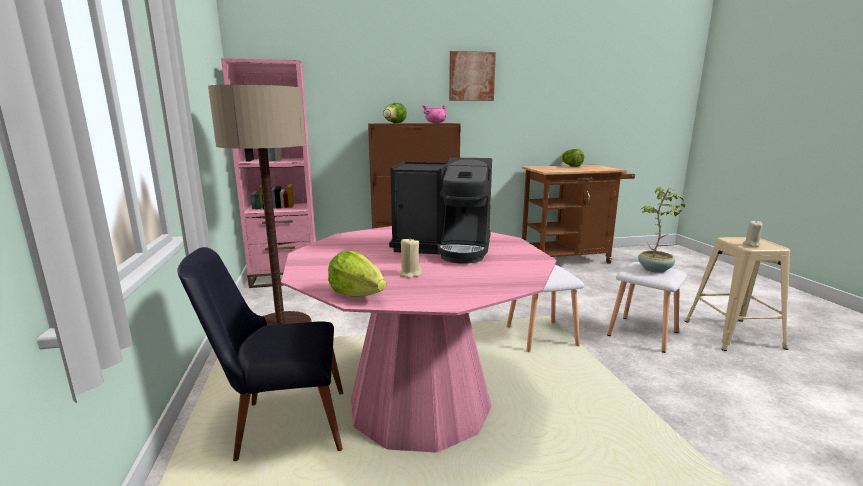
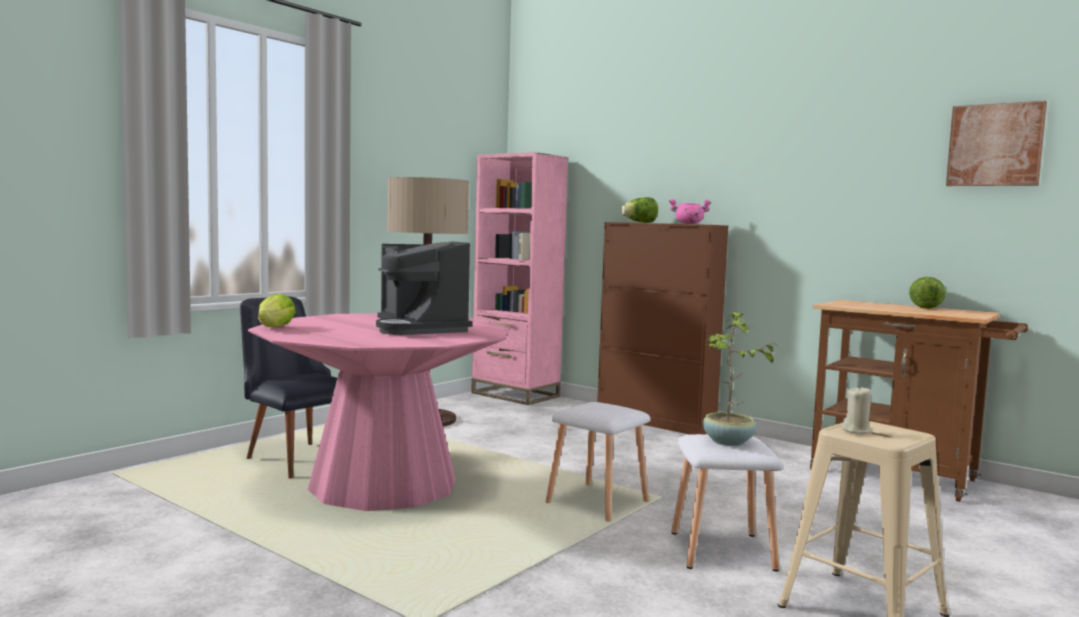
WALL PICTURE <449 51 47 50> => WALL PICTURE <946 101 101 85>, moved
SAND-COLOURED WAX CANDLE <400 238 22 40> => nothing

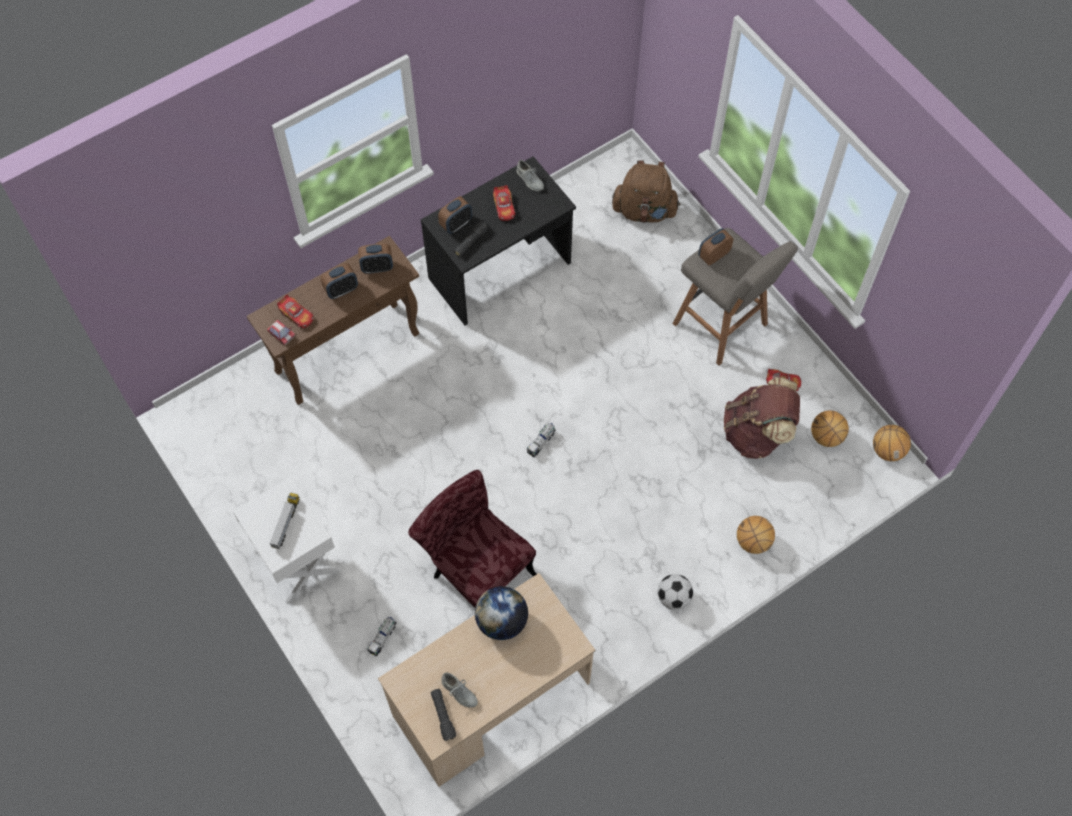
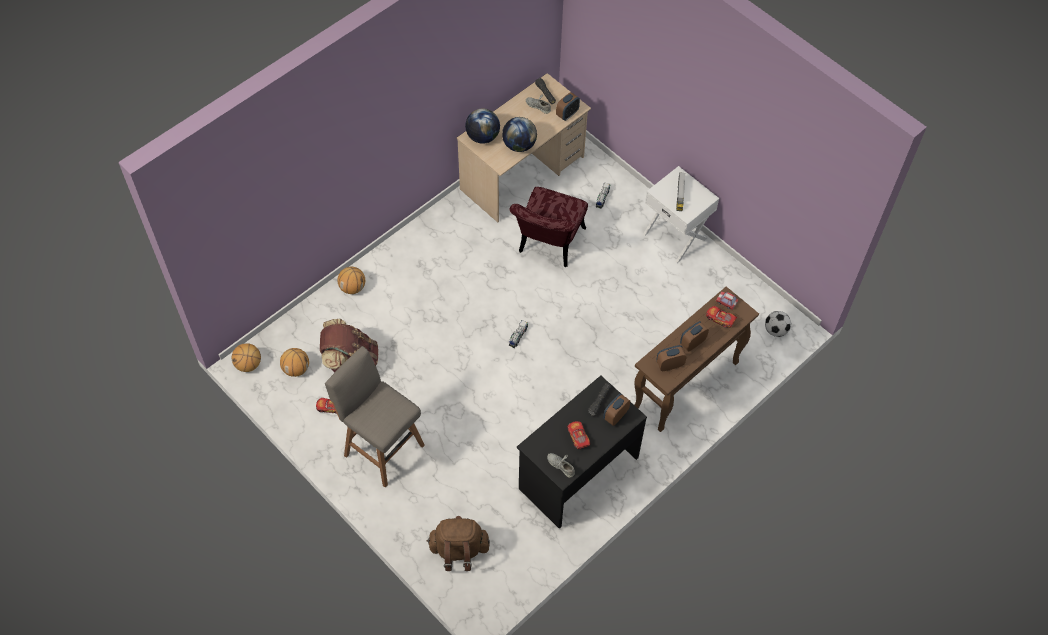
nothing => WORLD GLOBE <465 108 35 36>
REDDISH PLAIN CHAIR <408 470 128 137> => REDDISH PLAIN CHAIR <509 187 79 80>, 75 degrees clockwise
TABLE CLOCK <698 228 35 37> => TABLE CLOCK <556 92 24 29>, moved
FOOTBALL <658 574 35 36> => FOOTBALL <765 311 26 26>, moved

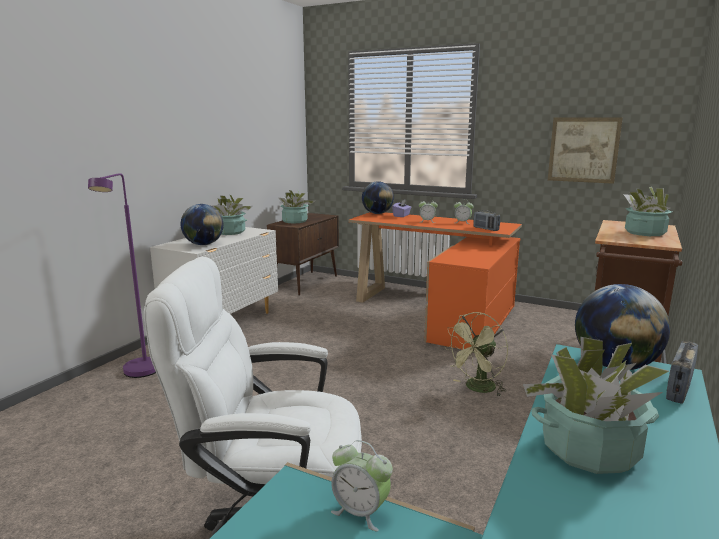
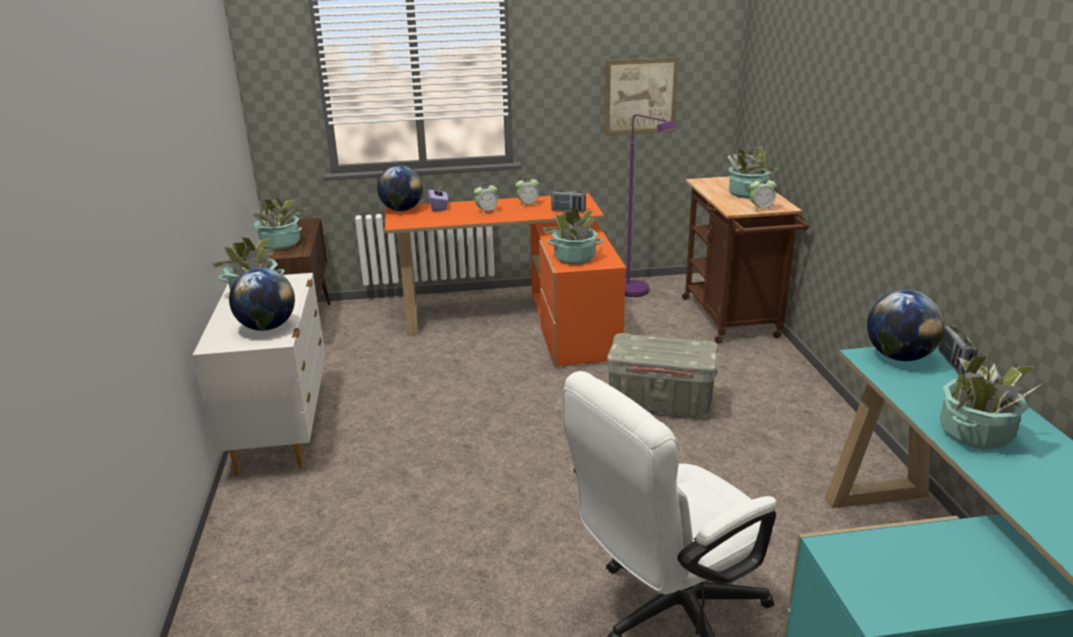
nothing => POTTED PLANT <542 208 61 56>
GREEN ELECTRIC FAN <447 312 61 85> => GRAY STORAGE CONTAINER <607 333 112 85>
PURPLISH STANDING LAMP <88 173 68 205> => PURPLISH STANDING LAMP <625 114 52 183>, moved
TABLE CLOCK <331 440 62 91> => TABLE CLOCK <750 176 27 36>, moved

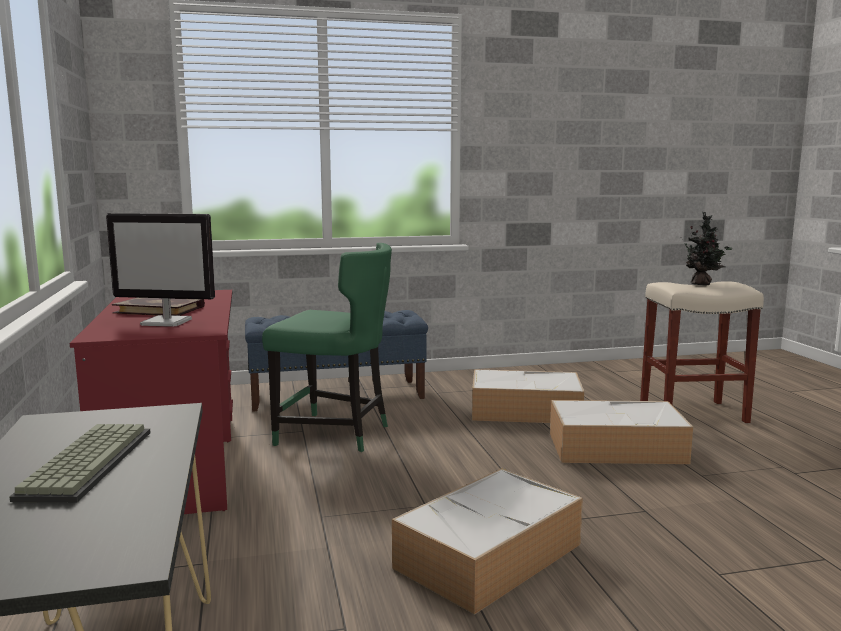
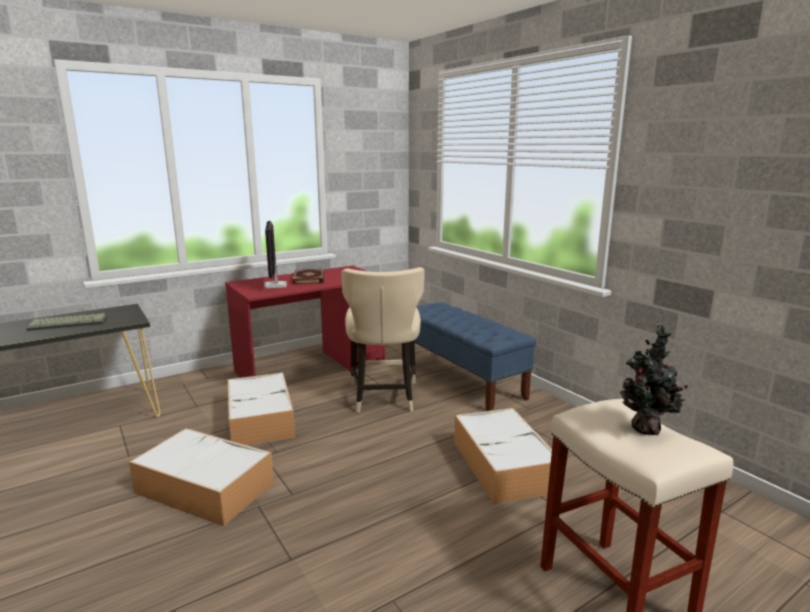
STORAGE CONTAINER <550 400 143 64> => STORAGE CONTAINER <228 373 67 72>, moved
GREEN PLAIN CHAIR <262 243 130 209> => SAND-COLOURED PLAIN CHAIR <341 267 84 146>

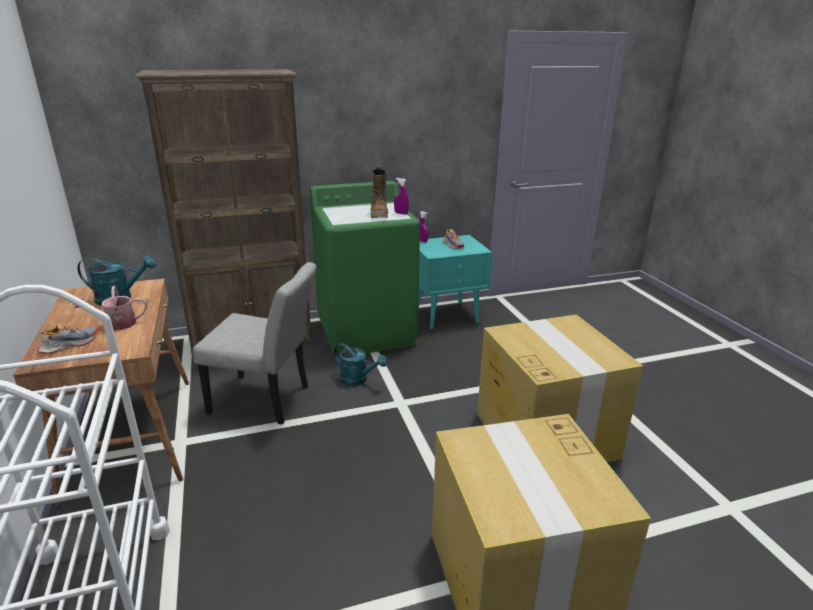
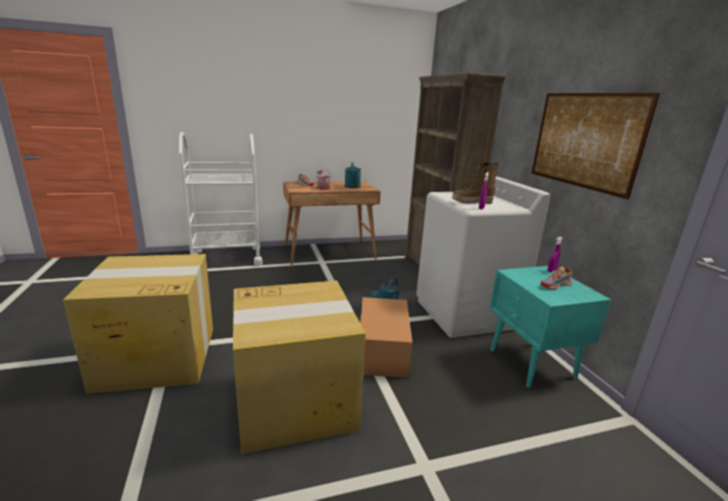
nothing => CARDBOARD BOX <360 297 52 81>
GREEN WASHING MACHINE <310 181 110 176> => WHITISH WASHING MACHINE <416 176 134 162>
nothing => WALL PICTURE <532 93 128 106>
GRAY PLAIN CHAIR <192 262 125 162> => nothing

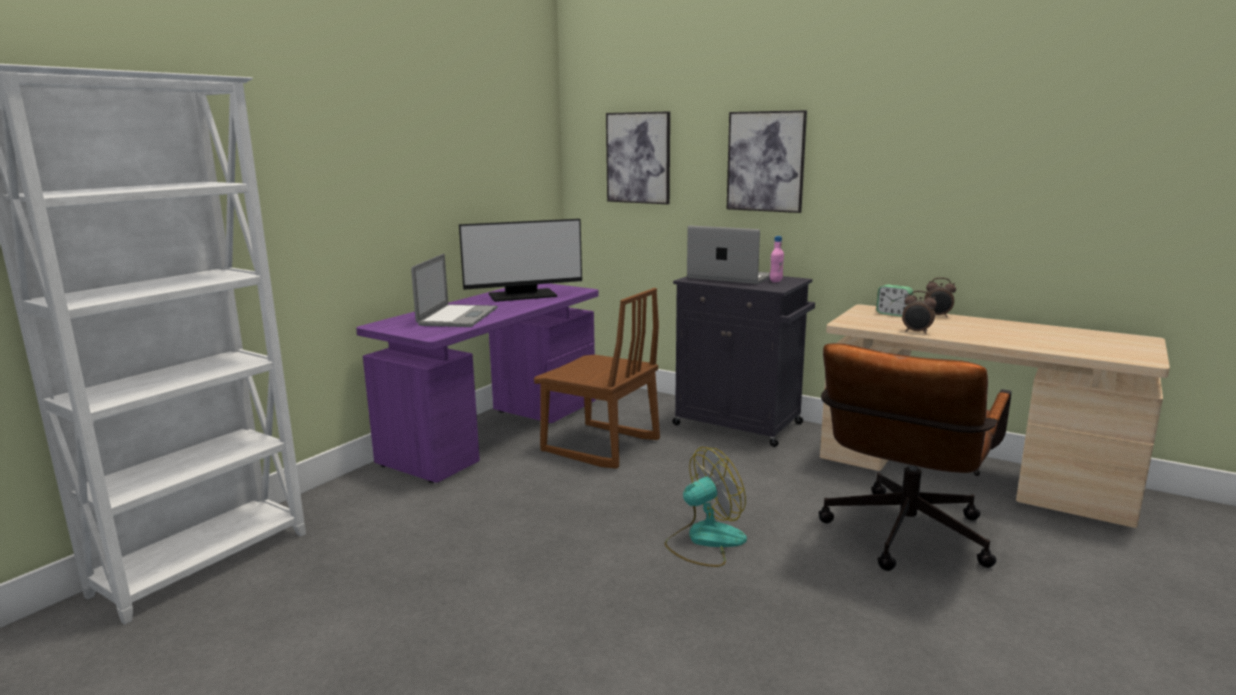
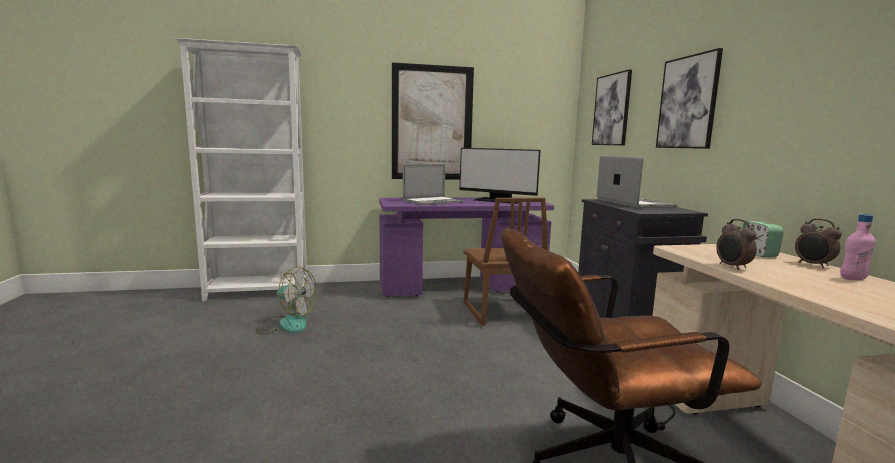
ELECTRIC FAN <665 447 82 120> => ELECTRIC FAN <256 266 61 69>, moved
nothing => WALL PICTURE <392 62 82 117>
PINKISH BEVERAGE BOTTLE <770 236 14 46> => PINKISH BEVERAGE BOTTLE <840 214 36 66>, moved

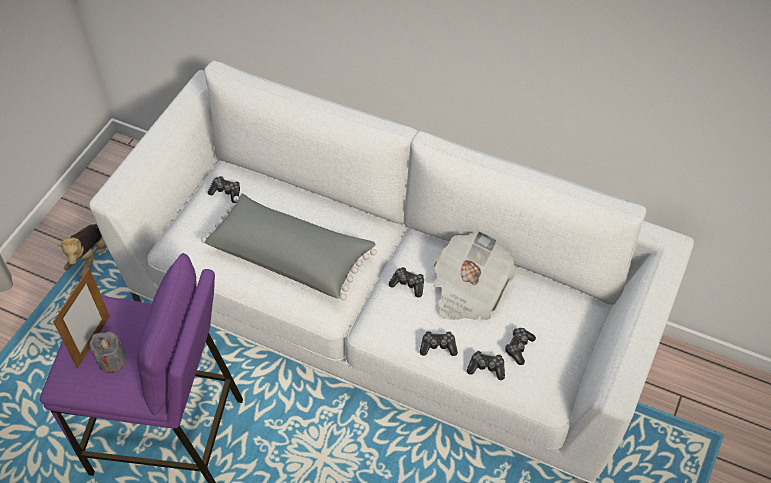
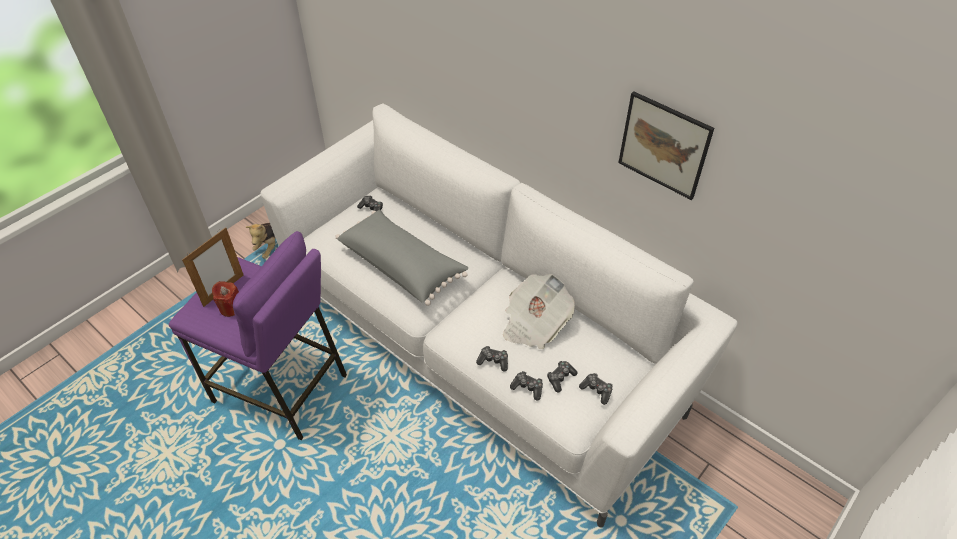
GRAY WAX CANDLE <89 332 37 41> => REDDISH WAX CANDLE <212 281 27 36>
GAMEPAD <389 267 35 31> => GAMEPAD <579 373 34 32>, moved
nothing => WALL PICTURE <618 91 96 109>

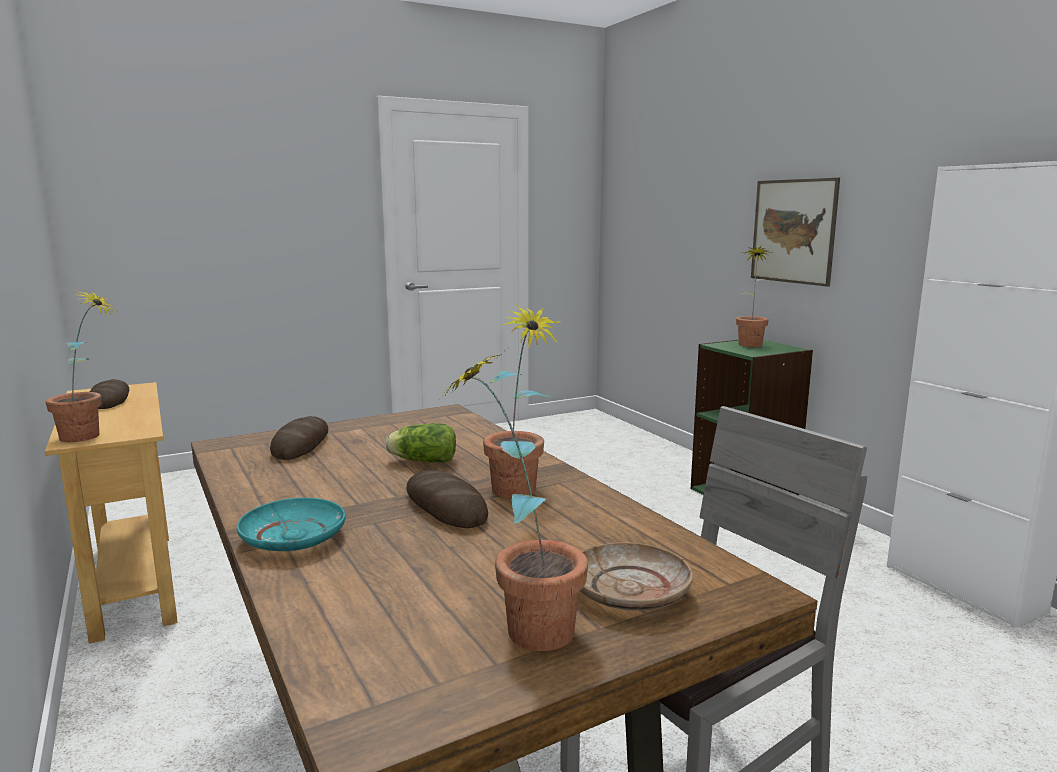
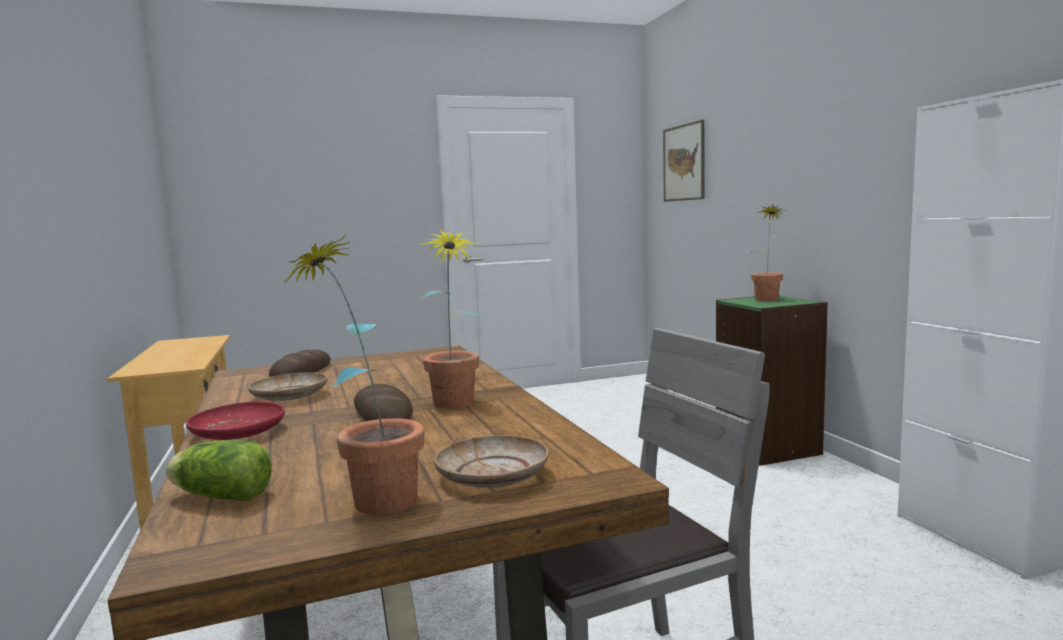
HEAD OF LETTUCE <386 423 70 39> => HEAD OF LETTUCE <166 440 106 61>, moved
TURQUOISE-COLOURED DINNER PLATE <237 498 109 53> => REDDISH DINNER PLATE <186 402 99 38>
nothing => SAND-COLOURED DINNER PLATE <248 373 79 28>
WALL PICTURE <751 178 89 109> => WALL PICTURE <663 120 41 82>, moved
POTTED PLANT <46 290 73 152> => nothing
BREAD <90 379 39 30> => nothing

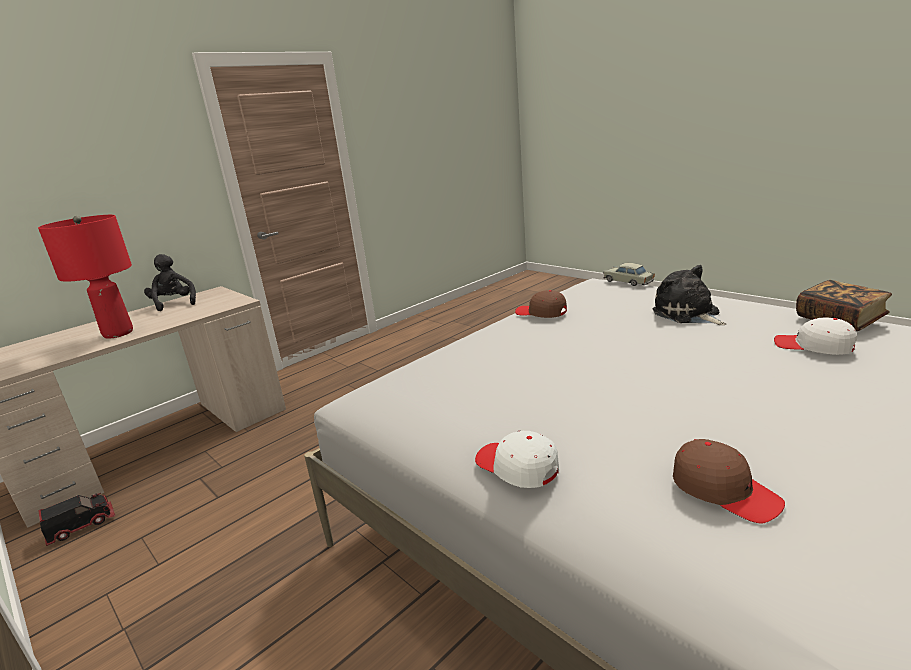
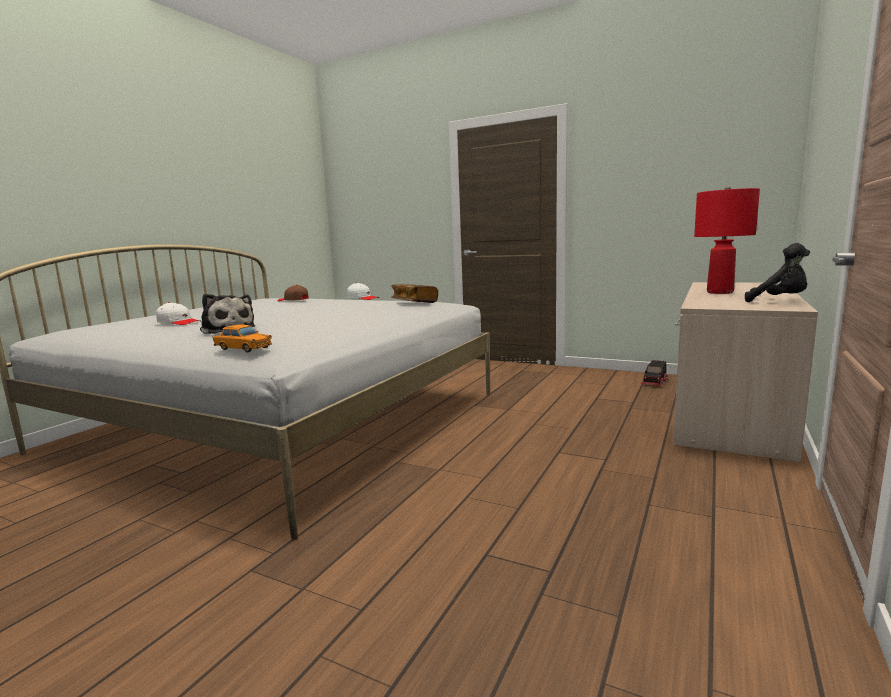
SAND-COLOURED MINIATURE CAR <603 263 52 23> => ORANGE MINIATURE CAR <213 325 59 27>
VOLUME <796 280 96 51> => VOLUME <391 284 47 19>, moved
BROWN PEAKED CAP <515 290 52 28> => nothing

